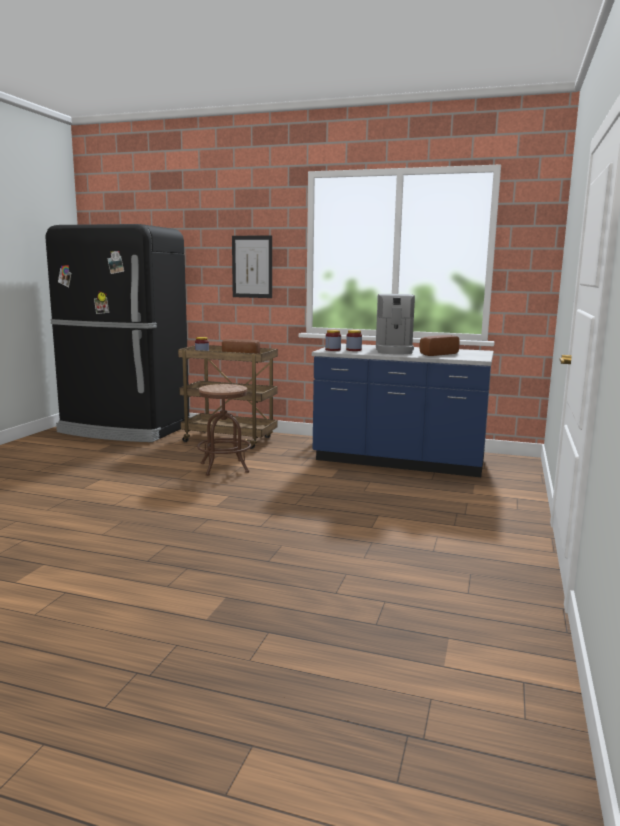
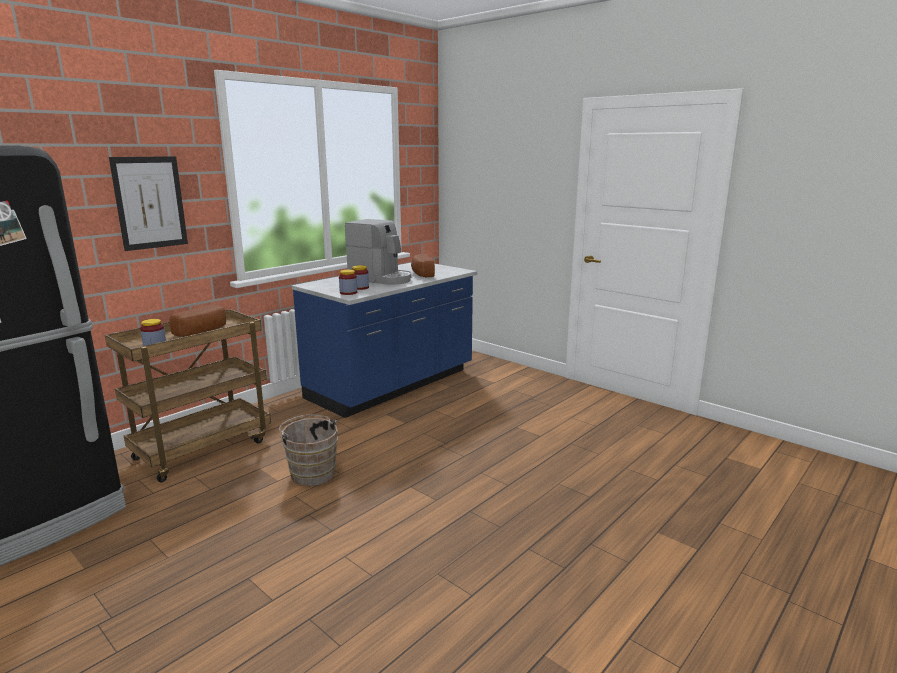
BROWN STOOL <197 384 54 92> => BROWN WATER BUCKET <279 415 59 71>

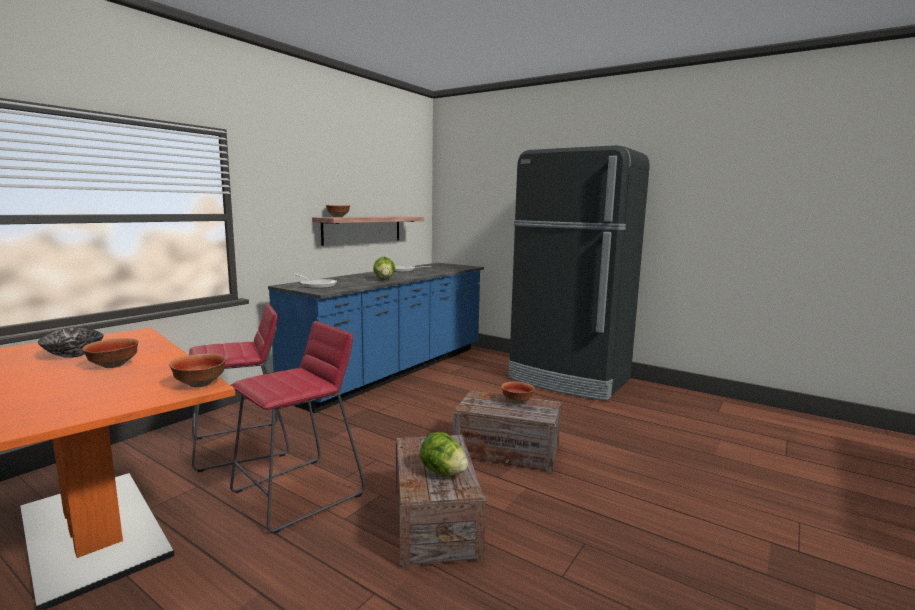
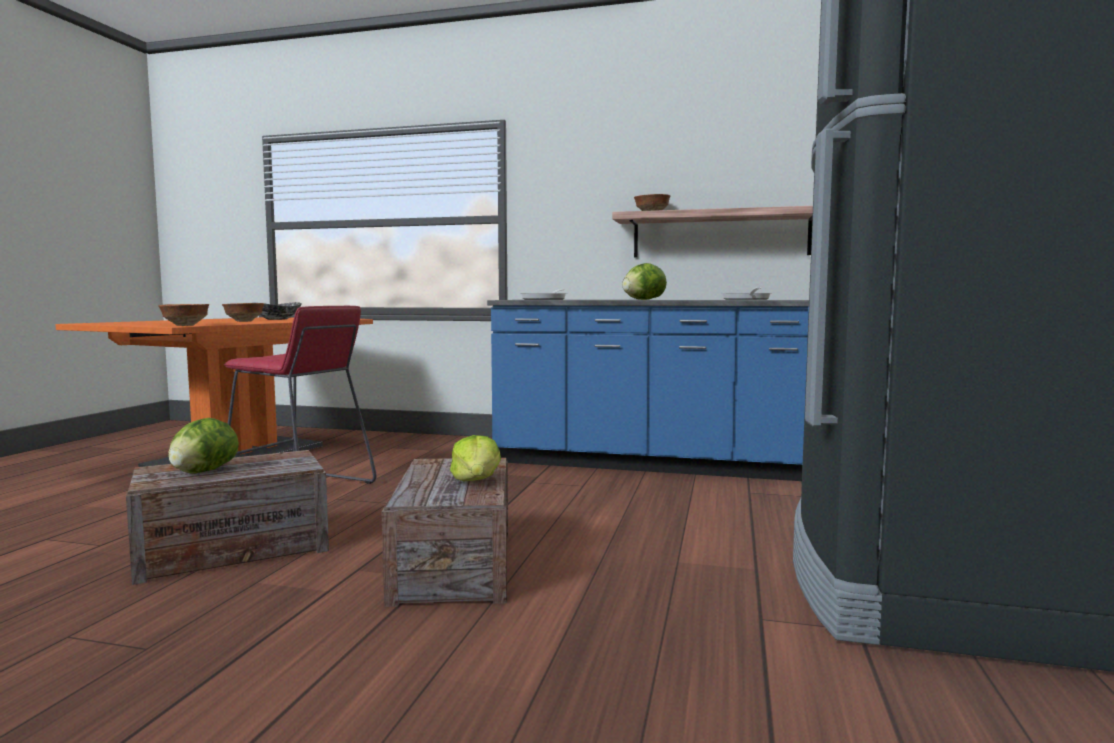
DEEP DISH <501 381 34 23> => HEAD OF LETTUCE <450 435 51 46>
REDDISH STOOL <189 303 100 169> => nothing

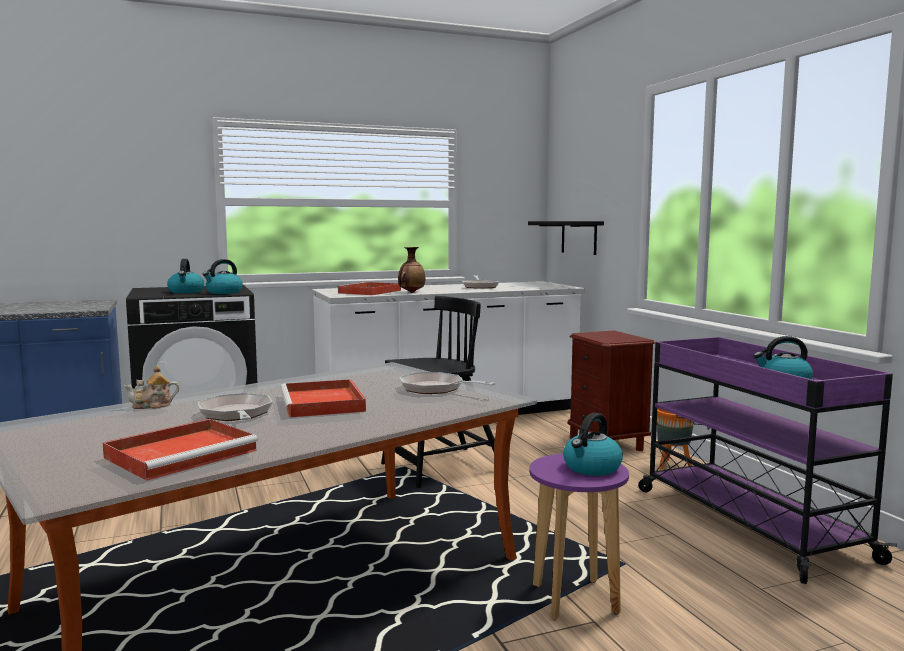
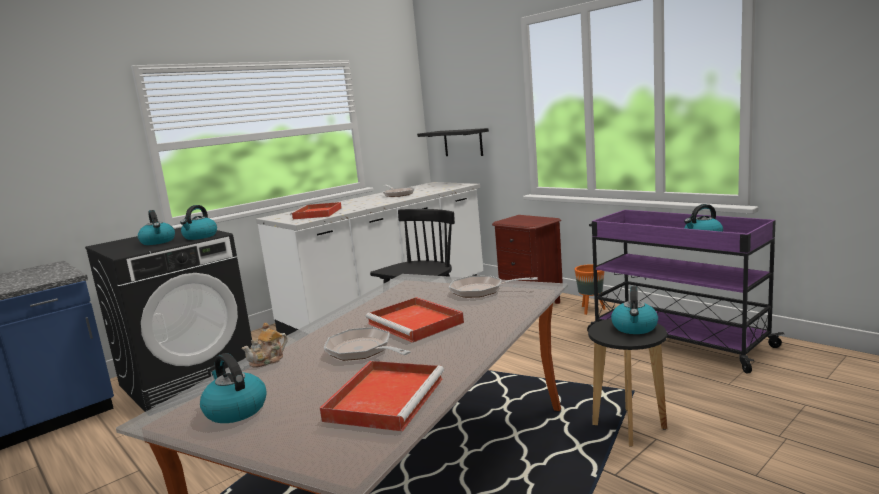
nothing => KETTLE <200 353 67 70>
PURPLISH STOOL <529 454 100 166> => BLACK-COLOURED STOOL <588 319 79 128>
DECORATIVE VASE <398 247 27 46> => nothing

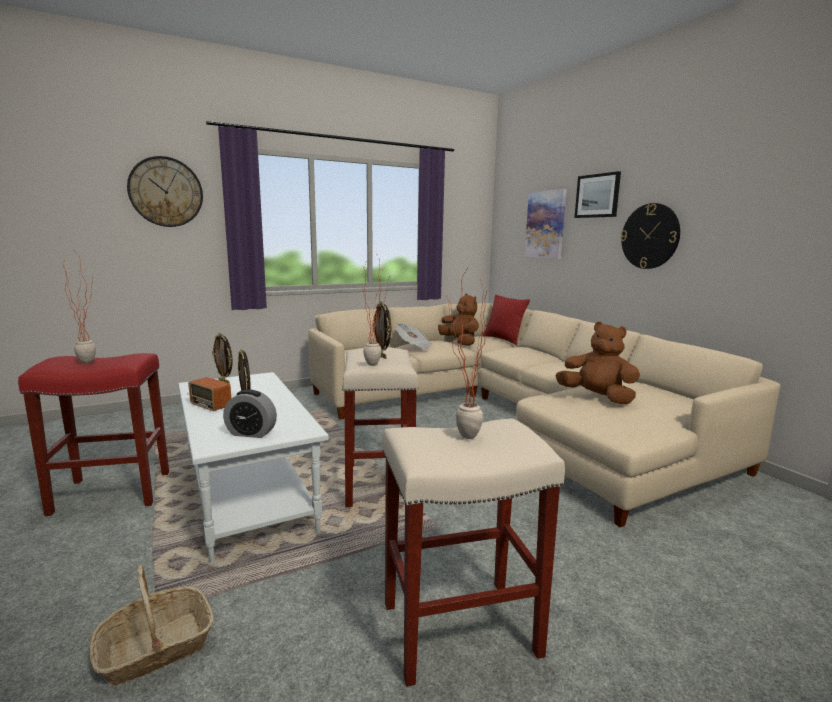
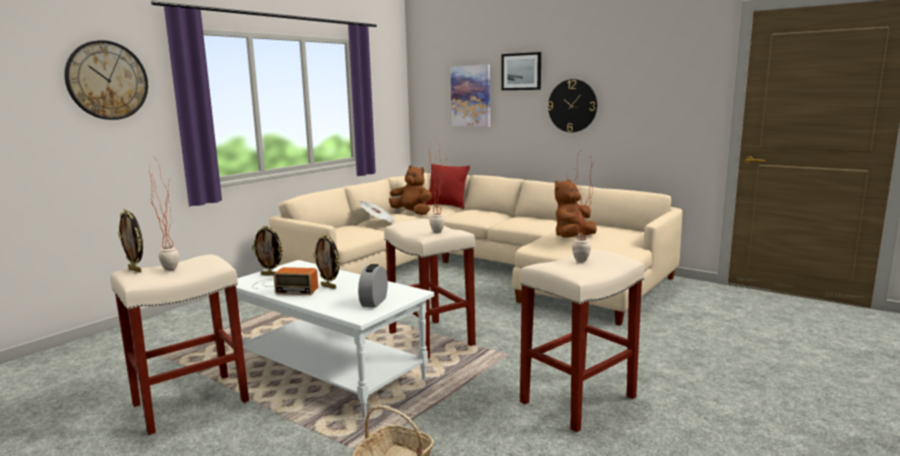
REDDISH STOOL <18 353 151 163> => SAND-COLOURED STOOL <110 254 139 181>
PICTURE FRAME <373 301 18 58> => PICTURE FRAME <118 209 25 63>, moved
TABLE CLOCK <223 389 54 49> => TABLE CLOCK <358 264 30 44>, 120 degrees clockwise
BROWN CUDDLY TOY <556 322 84 82> => BROWN CUDDLY TOY <555 179 42 59>, 60 degrees counterclockwise

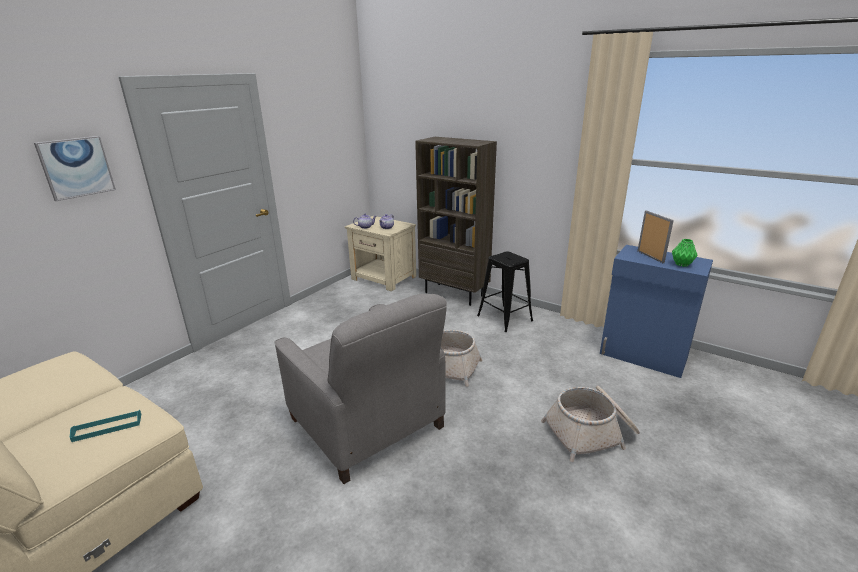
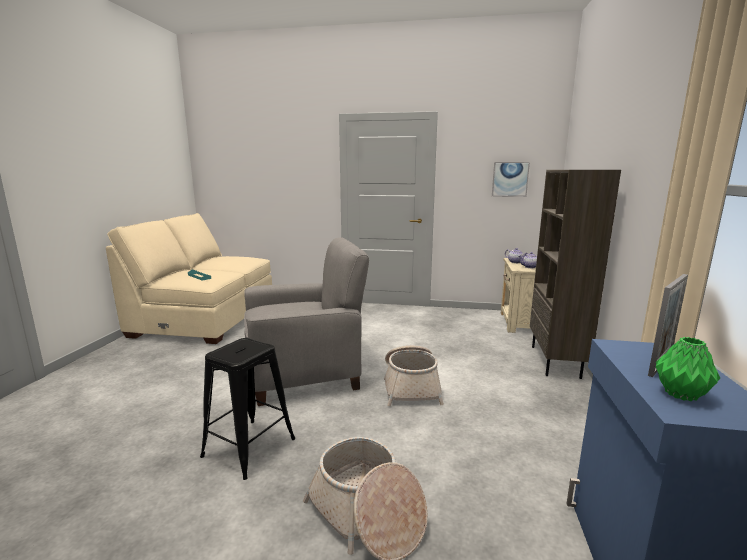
BLACK-COLOURED STOOL <477 251 56 81> => BLACK-COLOURED STOOL <200 338 95 142>, moved
GRAY ARMCHAIR <275 294 172 190> => GRAY ARMCHAIR <244 237 125 169>, 135 degrees counterclockwise
WALL PICTURE <34 136 82 65> => WALL PICTURE <492 162 38 35>, moved

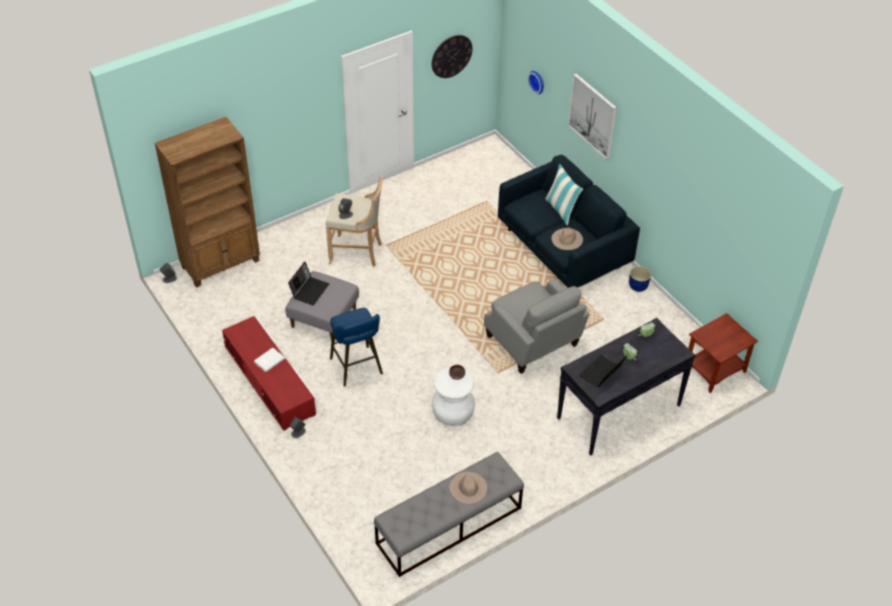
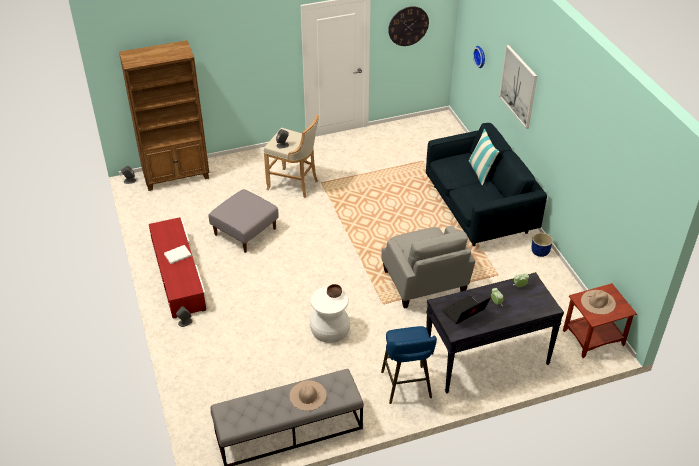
BLUE STOOL <330 308 53 79> => BLUE STOOL <381 326 56 78>, moved
SAND-COLOURED CLOTHING HAT <552 228 31 22> => SAND-COLOURED CLOTHING HAT <581 290 35 24>, moved
NOTEBOOK COMPUTER <288 262 41 43> => nothing

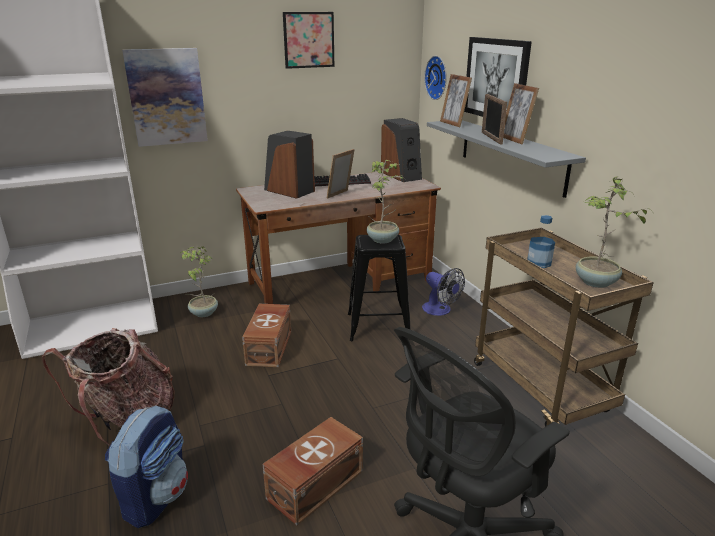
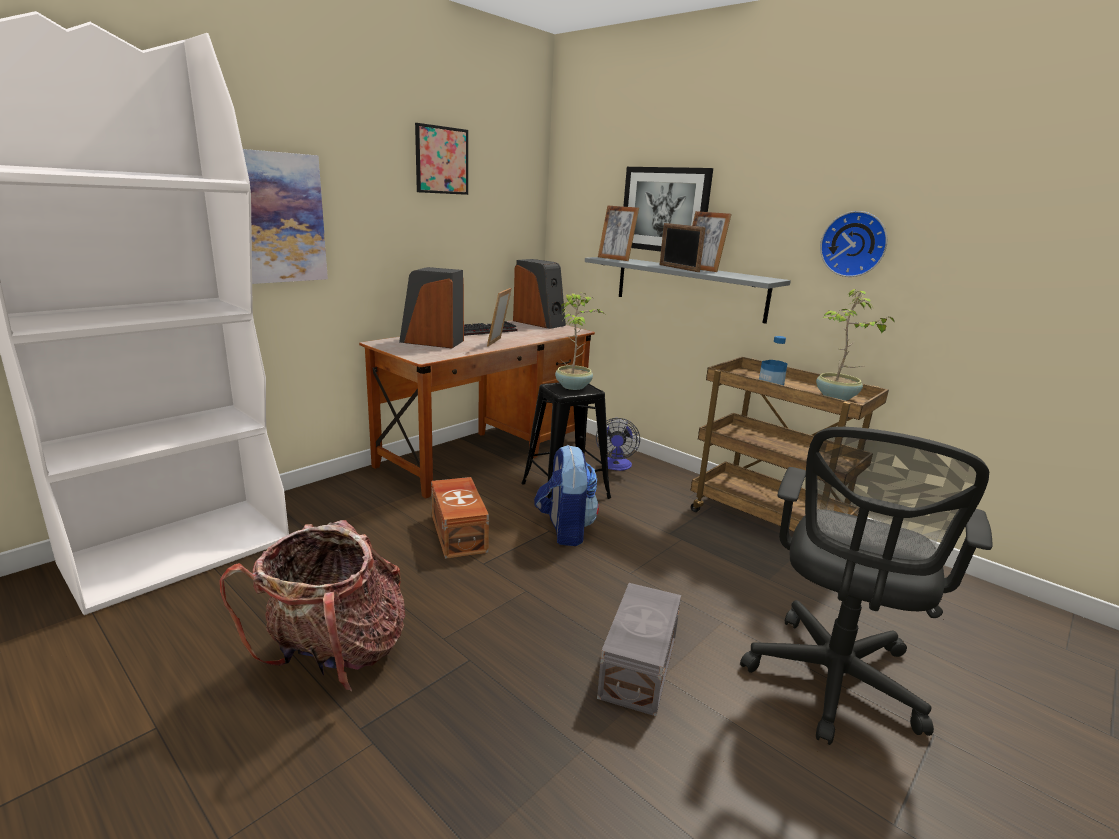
KNAPSACK <105 405 83 123> => KNAPSACK <534 444 65 102>, moved
ELECTRIC FAN <422 268 43 48> => ELECTRIC FAN <596 418 44 53>, 75 degrees clockwise
BROWN STORAGE CONTAINER <263 417 100 108> => GRAY STORAGE CONTAINER <597 583 84 133>
CLOCK ON THE WALL <424 56 23 44> => CLOCK ON THE WALL <820 211 67 66>, moved
POTTED PLANT <180 246 38 71> => nothing

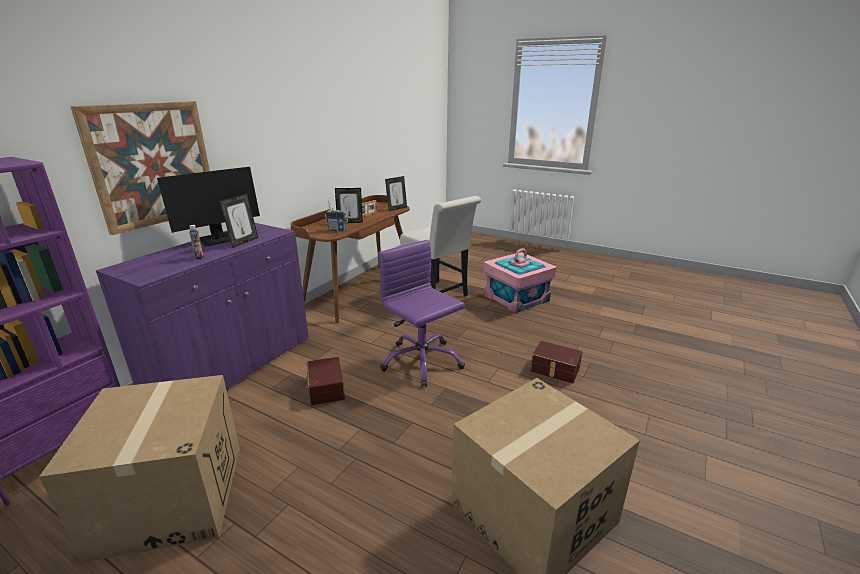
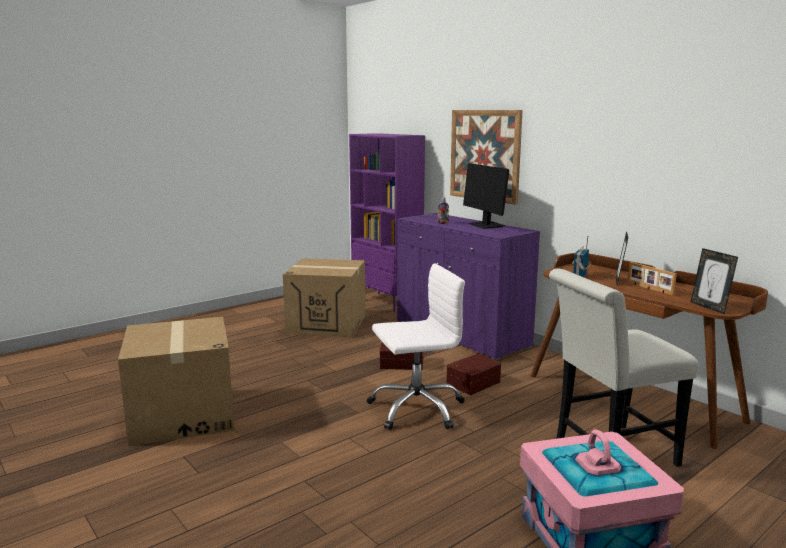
PURPLISH OFFICE CHAIR <378 240 87 147> => WHITISH OFFICE CHAIR <367 264 98 166>
BROWN STORAGE CONTAINER <531 341 51 42> => BROWN STORAGE CONTAINER <446 354 55 41>, moved
PICTURE FRAME <219 193 39 55> => nothing

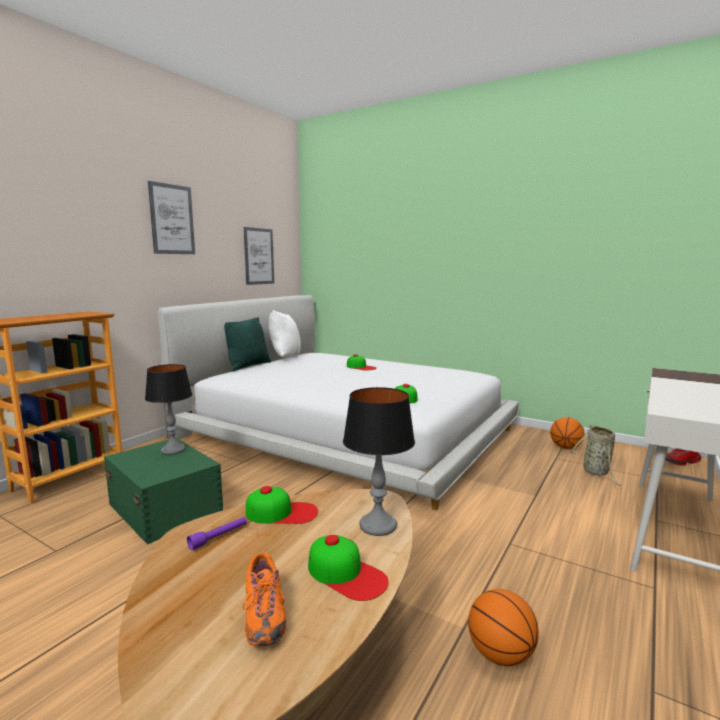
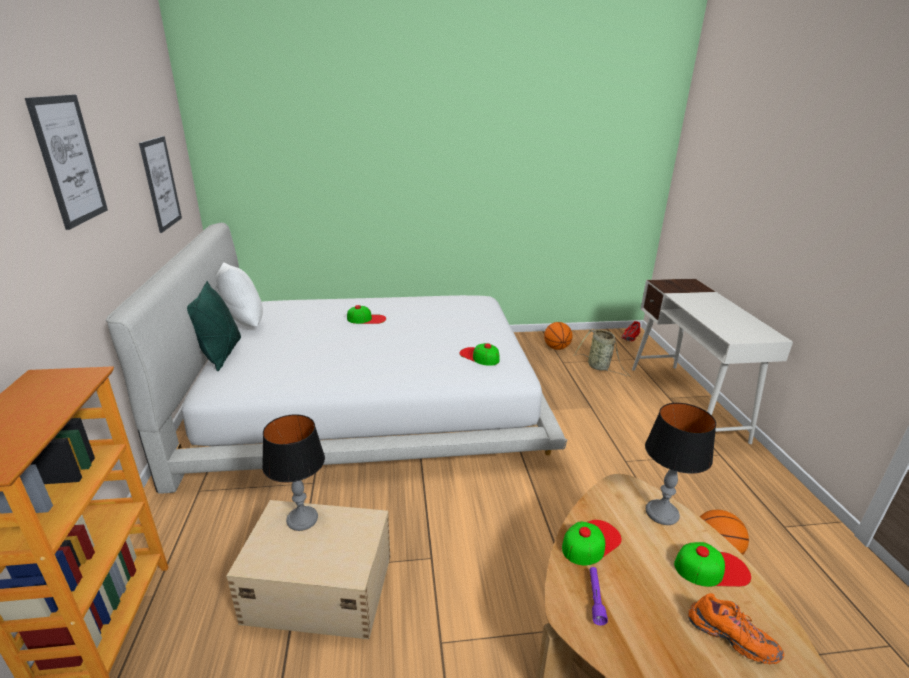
GREEN STORAGE CONTAINER <104 438 119 106> => SAND-COLOURED STORAGE CONTAINER <226 500 164 139>

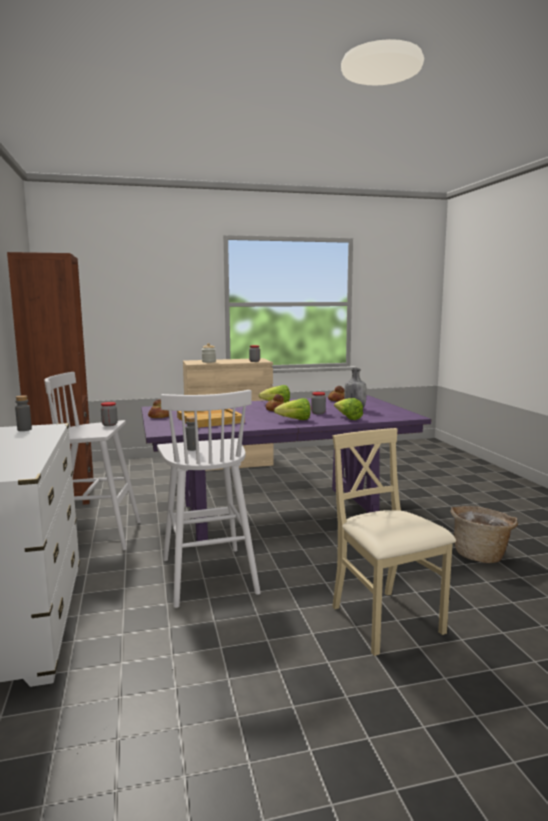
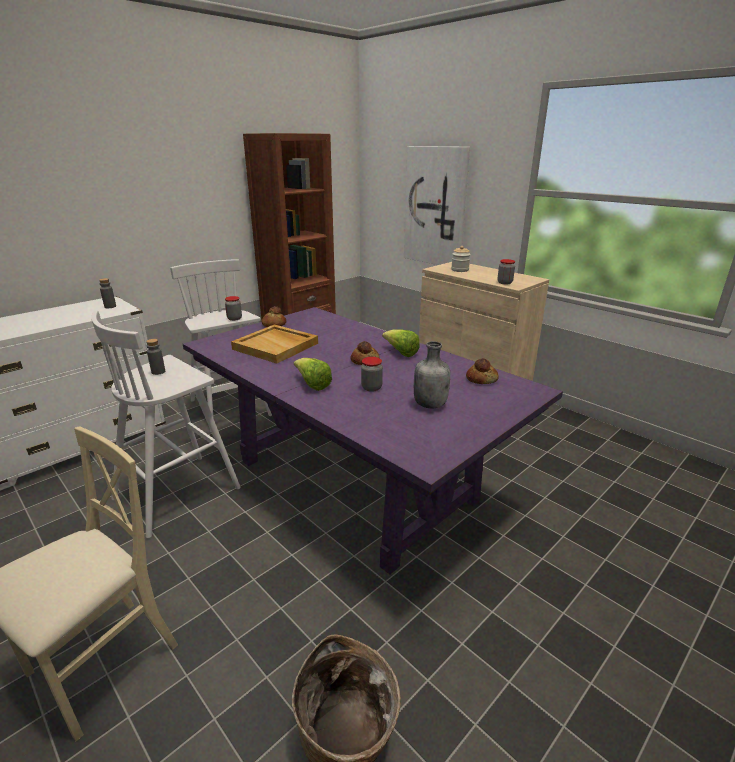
nothing => WALL PICTURE <404 146 66 119>
HEAD OF LETTUCE <334 398 29 22> => nothing

